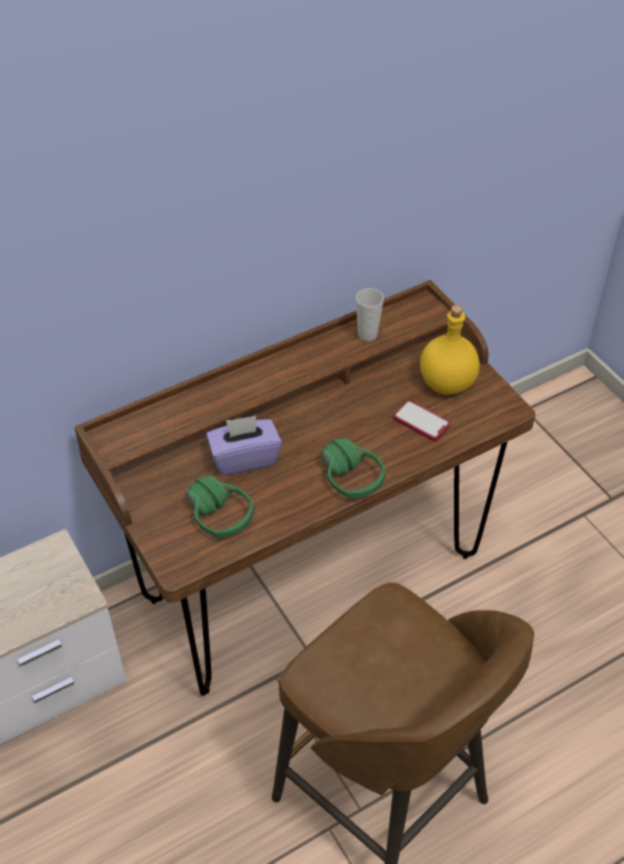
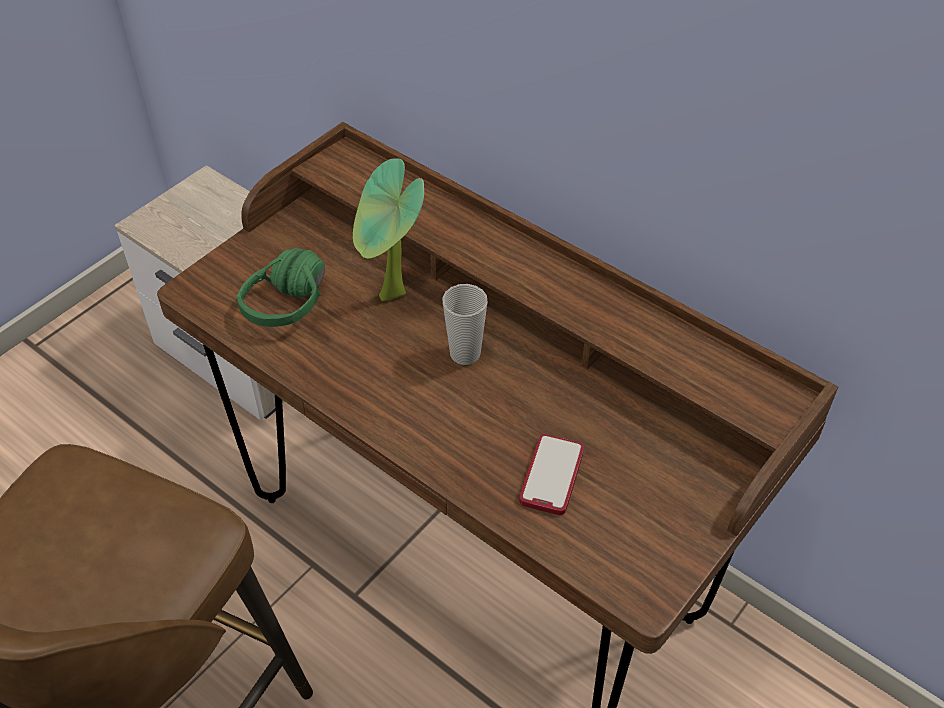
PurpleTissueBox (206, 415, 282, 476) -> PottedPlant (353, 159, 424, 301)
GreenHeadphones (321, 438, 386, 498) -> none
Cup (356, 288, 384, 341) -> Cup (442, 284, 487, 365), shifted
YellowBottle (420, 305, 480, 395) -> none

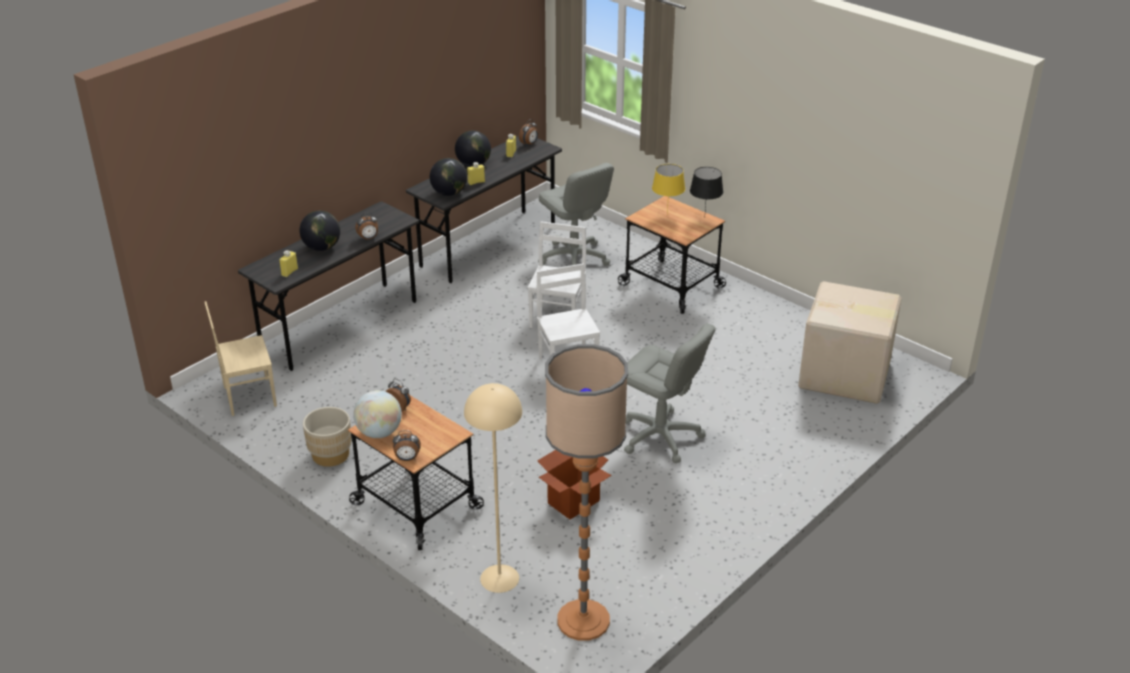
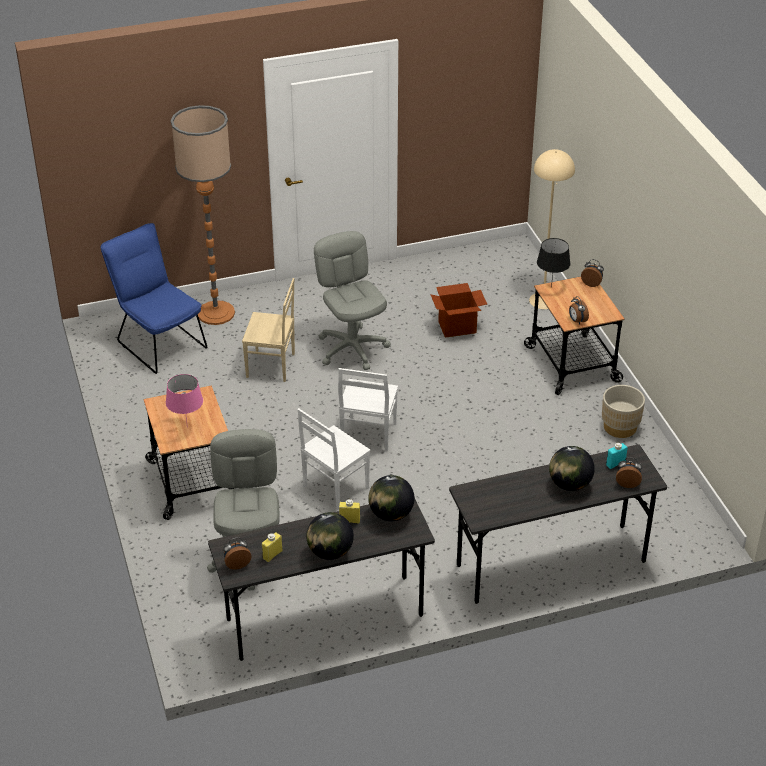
BeigeChair (205, 301, 277, 416) -> BeigeChair (242, 278, 295, 382), shifted
YellowBottle (279, 250, 298, 277) -> TurquoiseBottle (606, 443, 628, 469)
Globe (353, 390, 402, 438) -> none
AlarmClock (355, 212, 378, 240) -> AlarmClock (616, 457, 642, 488), shifted
FloorLamp (545, 344, 628, 641) -> FloorLamp (171, 105, 235, 325), shifted
YellowTableLamp (652, 164, 685, 215) -> PinkTableLamp (166, 374, 203, 422)
BlackTableLamp (690, 167, 723, 210) -> BlackTableLamp (537, 238, 570, 288), shifted
CardboardBox (798, 281, 902, 404) -> BlueChair (101, 223, 207, 374)

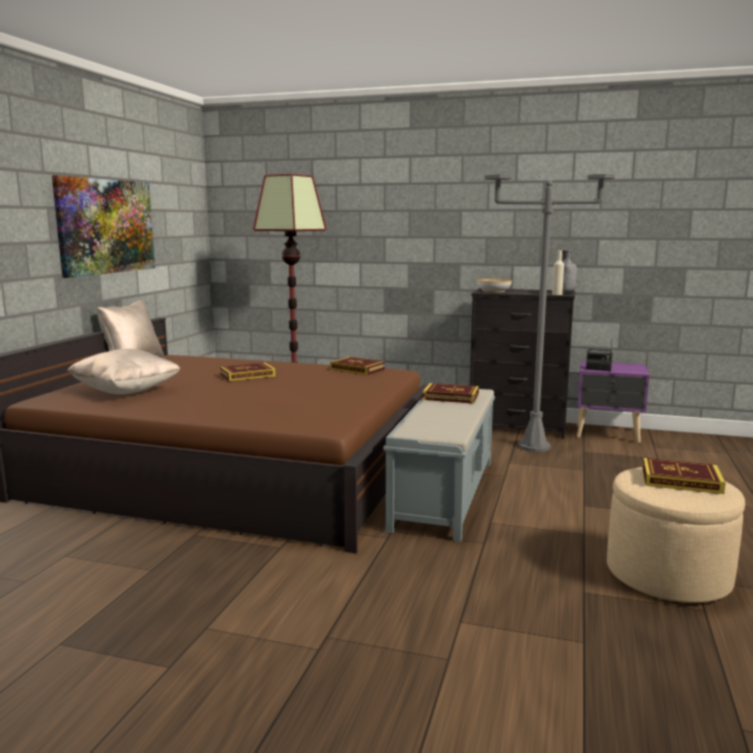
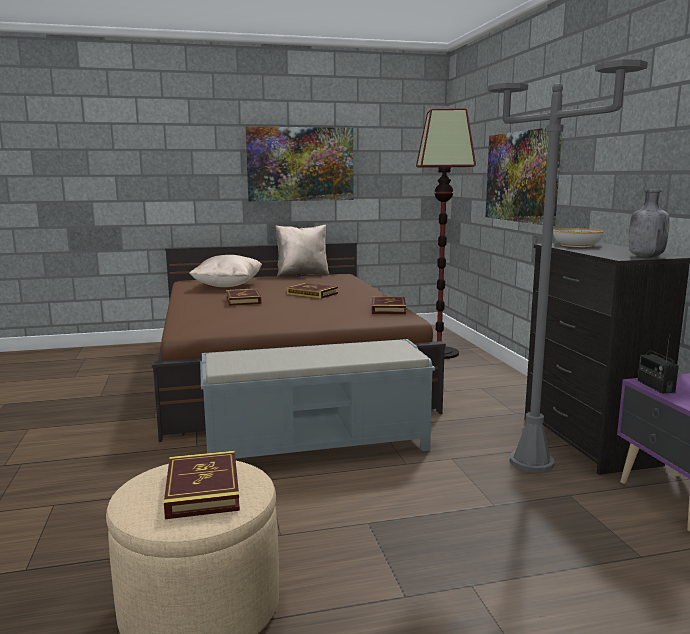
Book (422, 383, 479, 404) -> Book (226, 289, 262, 306), shifted
BeigeBottle (552, 251, 564, 295) -> none
none -> Picture (485, 128, 562, 226)

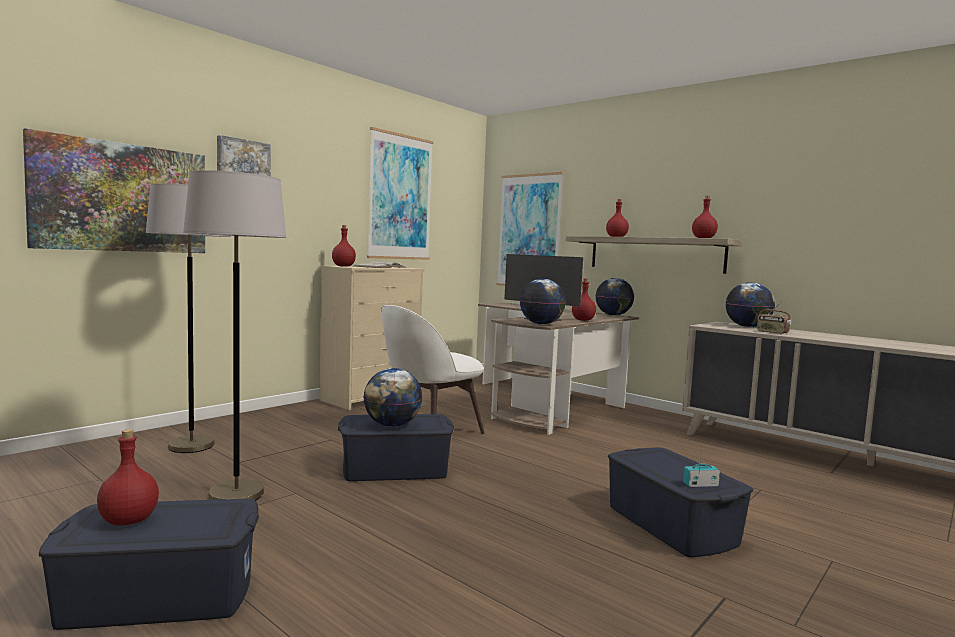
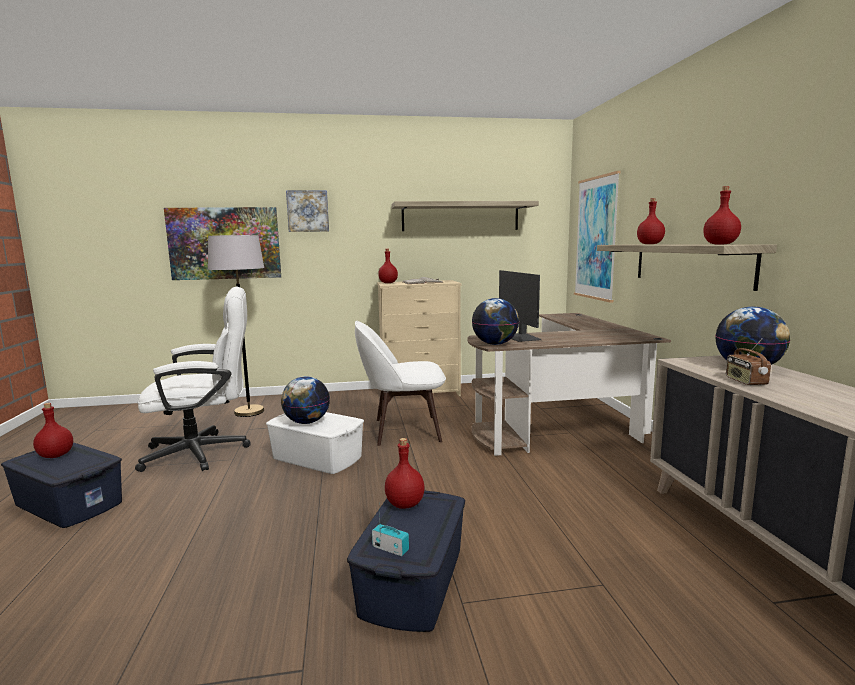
GreyFloorLamp (183, 170, 286, 500) -> WhiteOfficeChair (135, 287, 251, 472)
BlueStorageBox (338, 414, 454, 481) -> WhiteStorageBox (266, 412, 364, 474)
Picture (367, 127, 433, 260) -> Shelf (391, 201, 539, 231)
RedBottle (572, 279, 596, 321) -> RedBottle (385, 438, 425, 509), shifted
Globe (595, 278, 634, 316) -> none

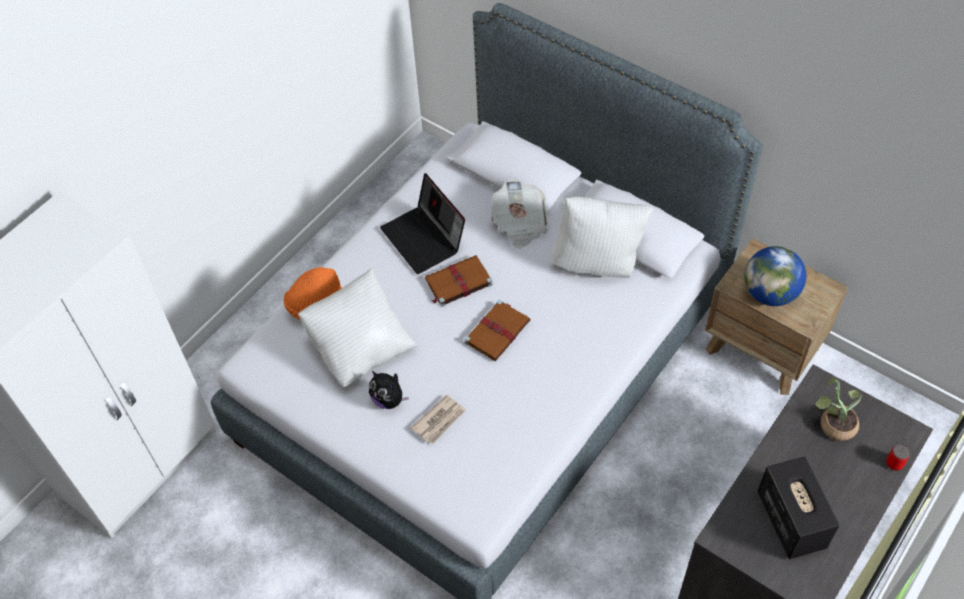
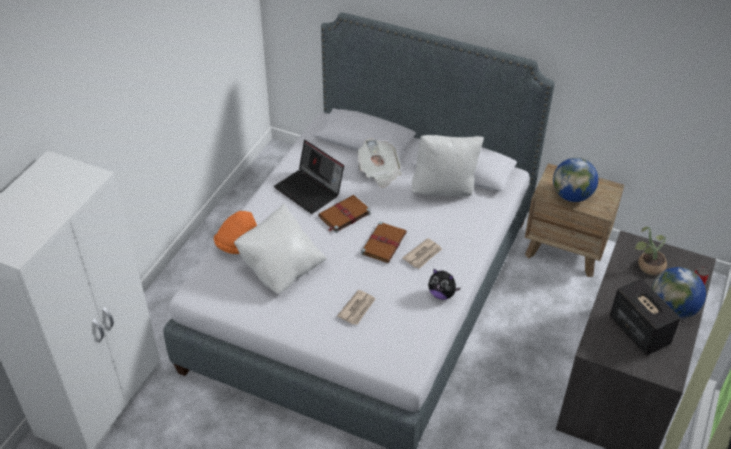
PlushToy (369, 371, 409, 409) -> PlushToy (428, 268, 461, 300), shifted
none -> Newspaper (402, 238, 442, 269)
none -> Globe (652, 267, 706, 319)

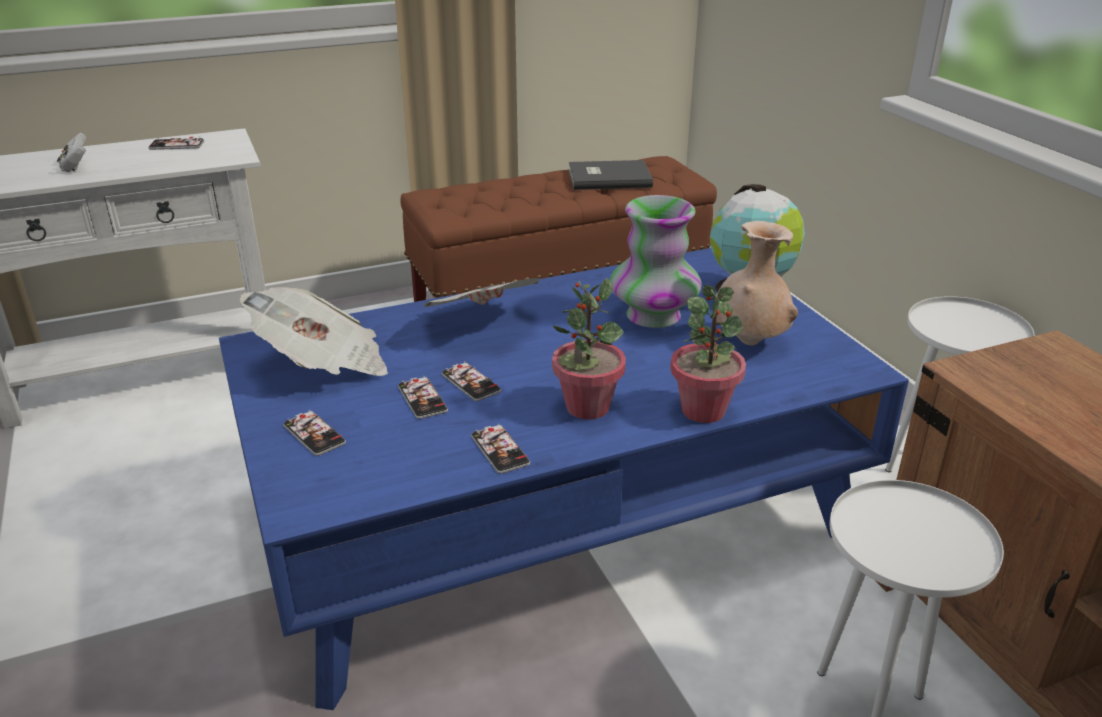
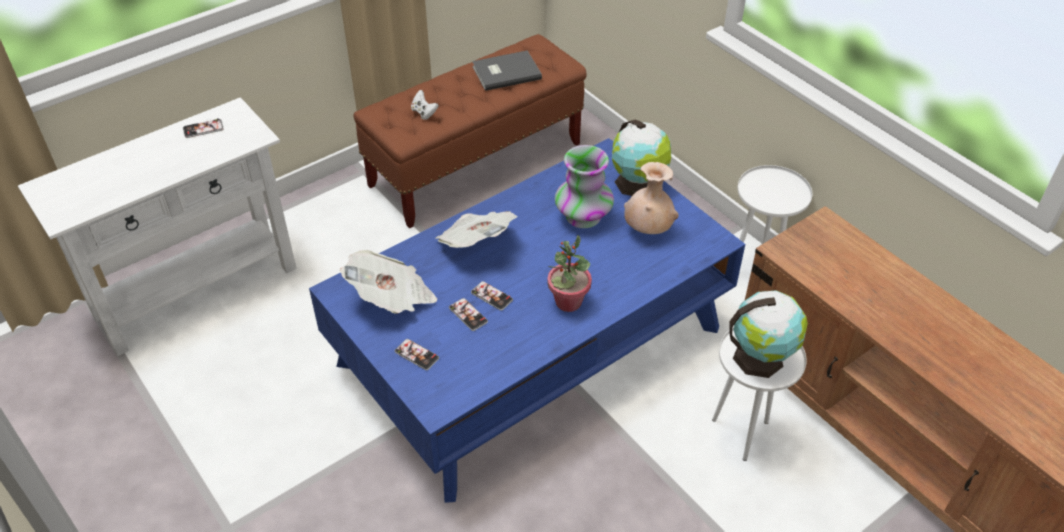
WhiteGameController (57, 133, 86, 172) -> WhiteGameController (411, 90, 439, 120), shifted
Phone (471, 424, 530, 474) -> none
PottedPlant (670, 285, 746, 423) -> none
none -> Globe (729, 290, 808, 378)

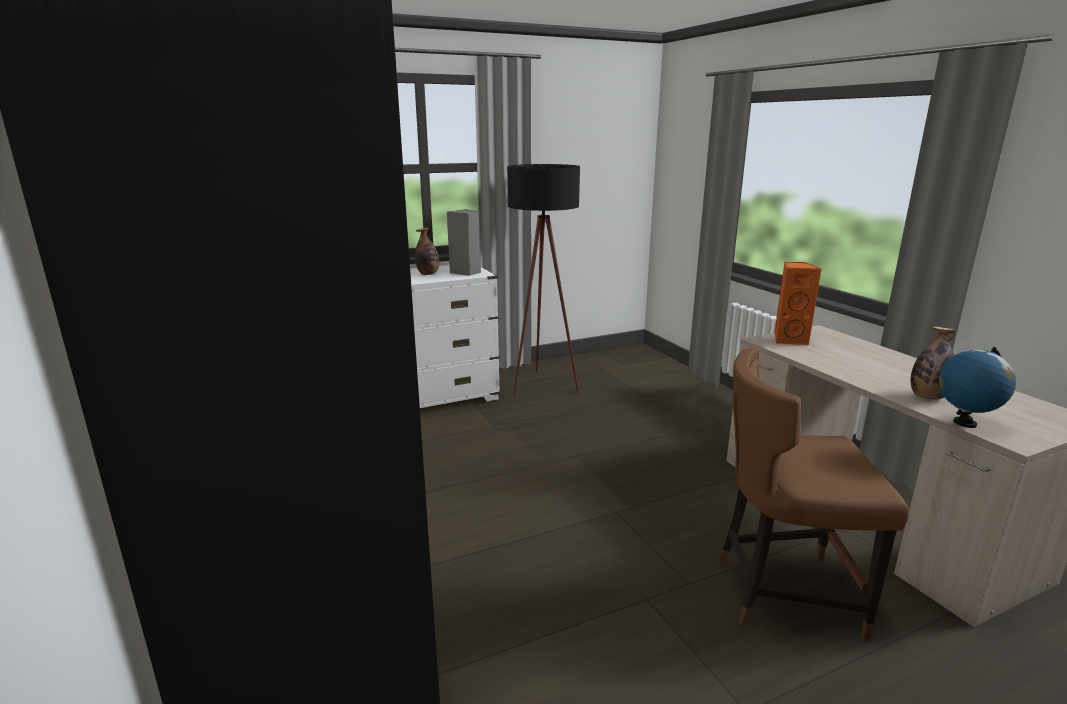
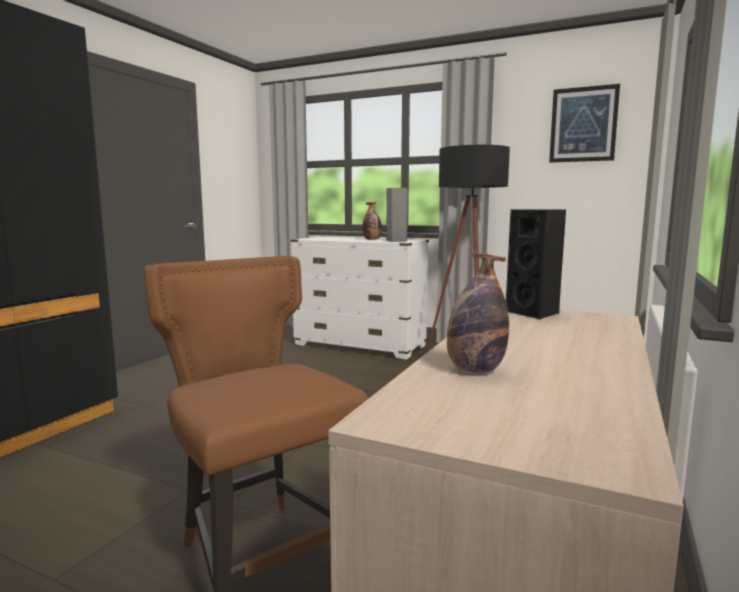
OrangeSpeaker (774, 262, 821, 345) -> BlackSpeaker (506, 209, 566, 319)
Globe (939, 347, 1016, 428) -> none
none -> Picture (549, 84, 620, 163)

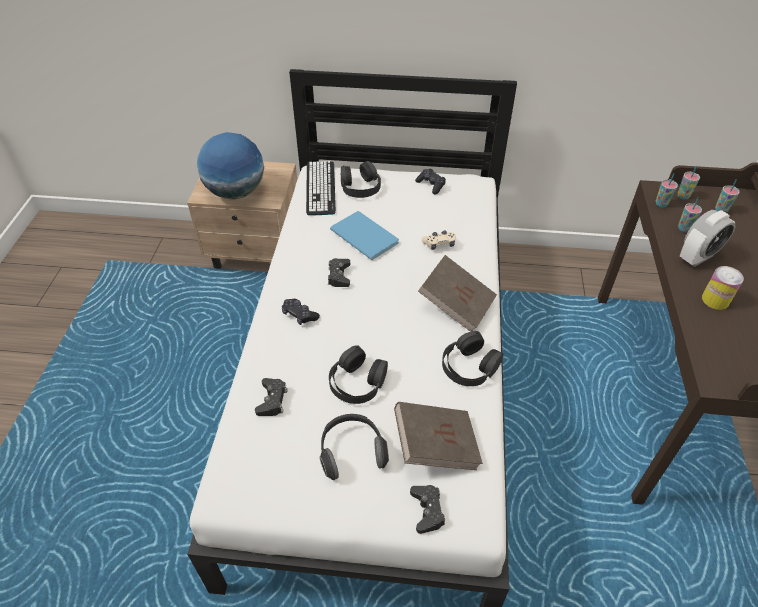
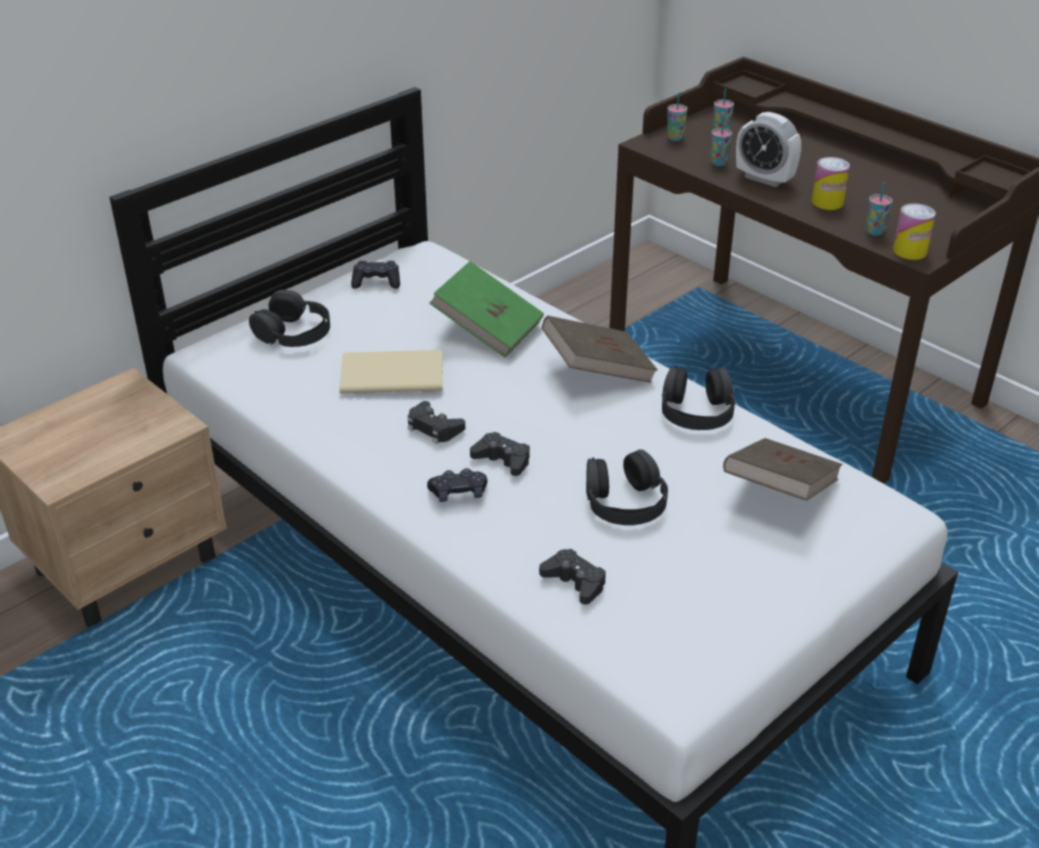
Globe (197, 132, 264, 199) -> none
Keyboard (306, 161, 336, 216) -> none
Headphones (320, 414, 389, 480) -> none
BlueBook (330, 211, 399, 260) -> BeigeBook (339, 350, 443, 393)
BlackGameController (410, 485, 445, 534) -> BlackGameController (470, 432, 530, 476), shifted
BeigeGameController (422, 230, 456, 250) -> GreenBook (429, 261, 544, 358)
Cup (656, 173, 678, 208) -> Cup (866, 182, 892, 236), shifted
AlarmClock (680, 210, 736, 267) -> AlarmClock (736, 112, 801, 187), 120 degrees clockwise
none -> Can (893, 203, 936, 260)

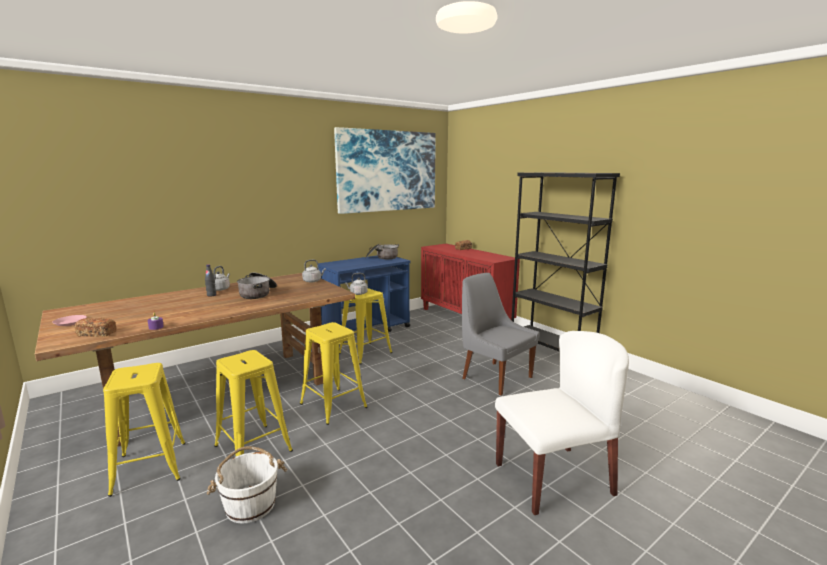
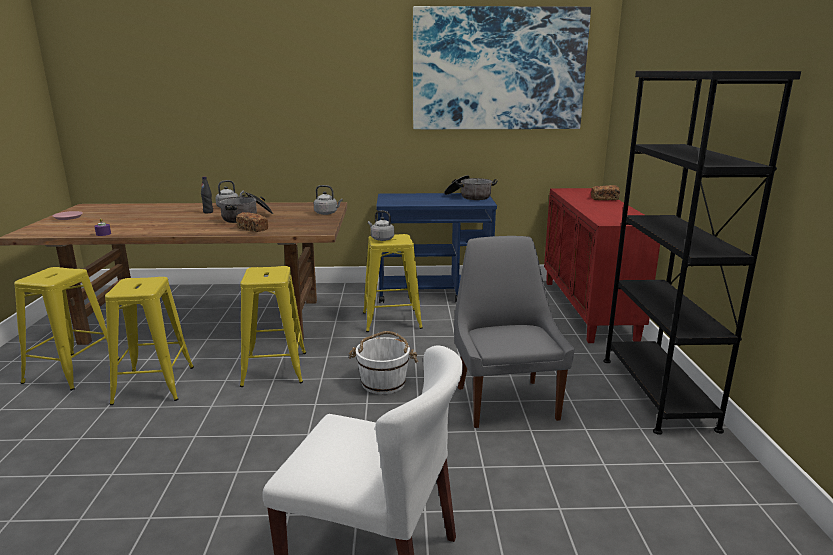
Bread (74, 318, 116, 337) -> Bread (236, 212, 268, 232), shifted
WhiteBucket (207, 446, 287, 524) -> WhiteBucket (349, 331, 418, 394), shifted

